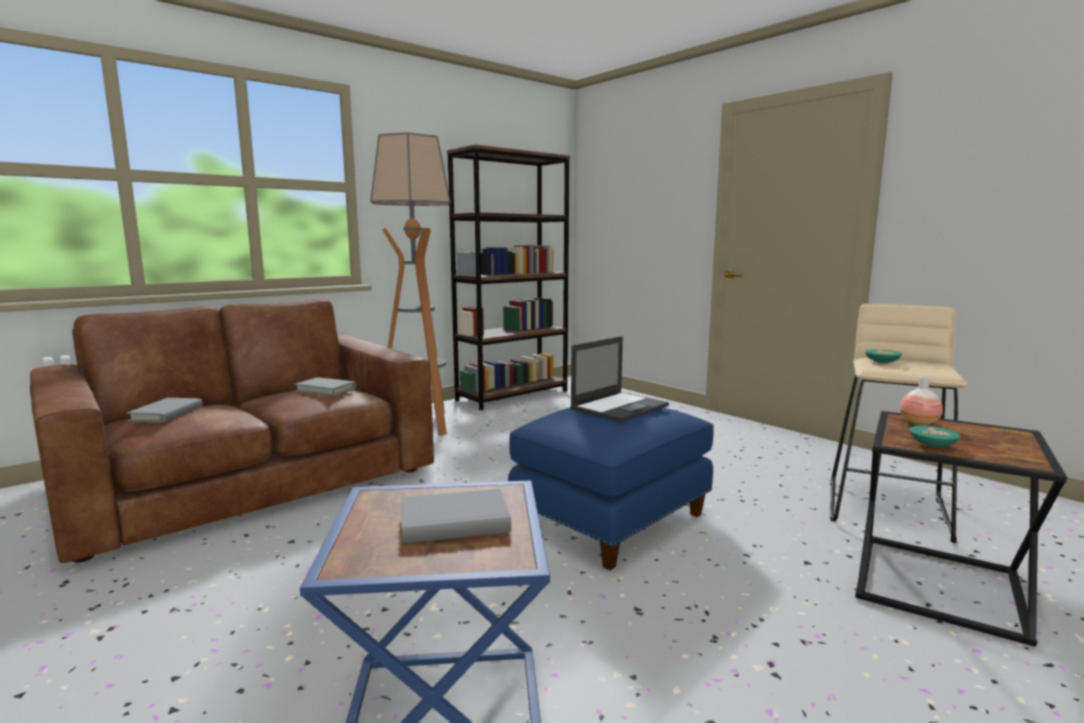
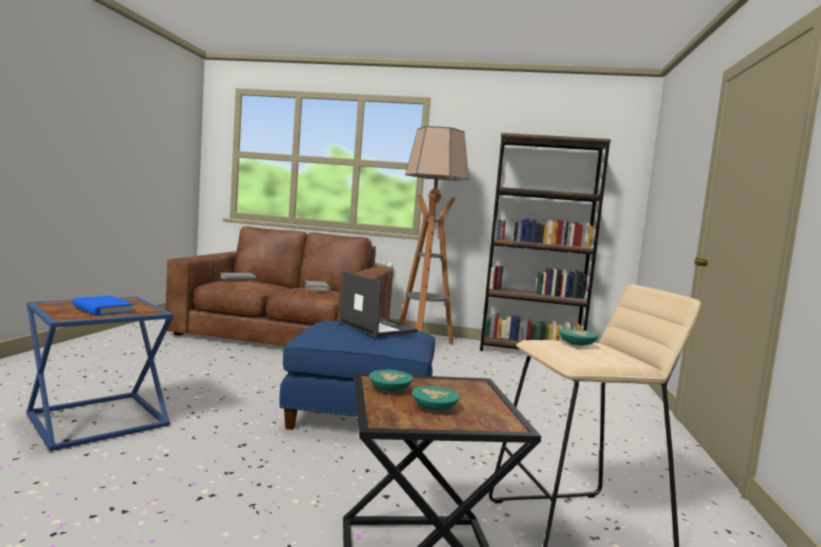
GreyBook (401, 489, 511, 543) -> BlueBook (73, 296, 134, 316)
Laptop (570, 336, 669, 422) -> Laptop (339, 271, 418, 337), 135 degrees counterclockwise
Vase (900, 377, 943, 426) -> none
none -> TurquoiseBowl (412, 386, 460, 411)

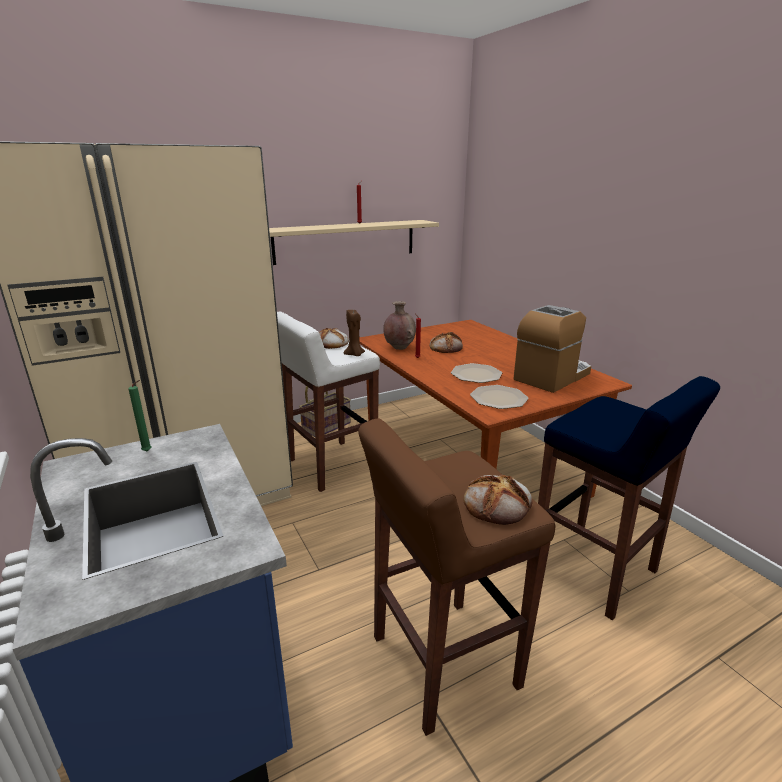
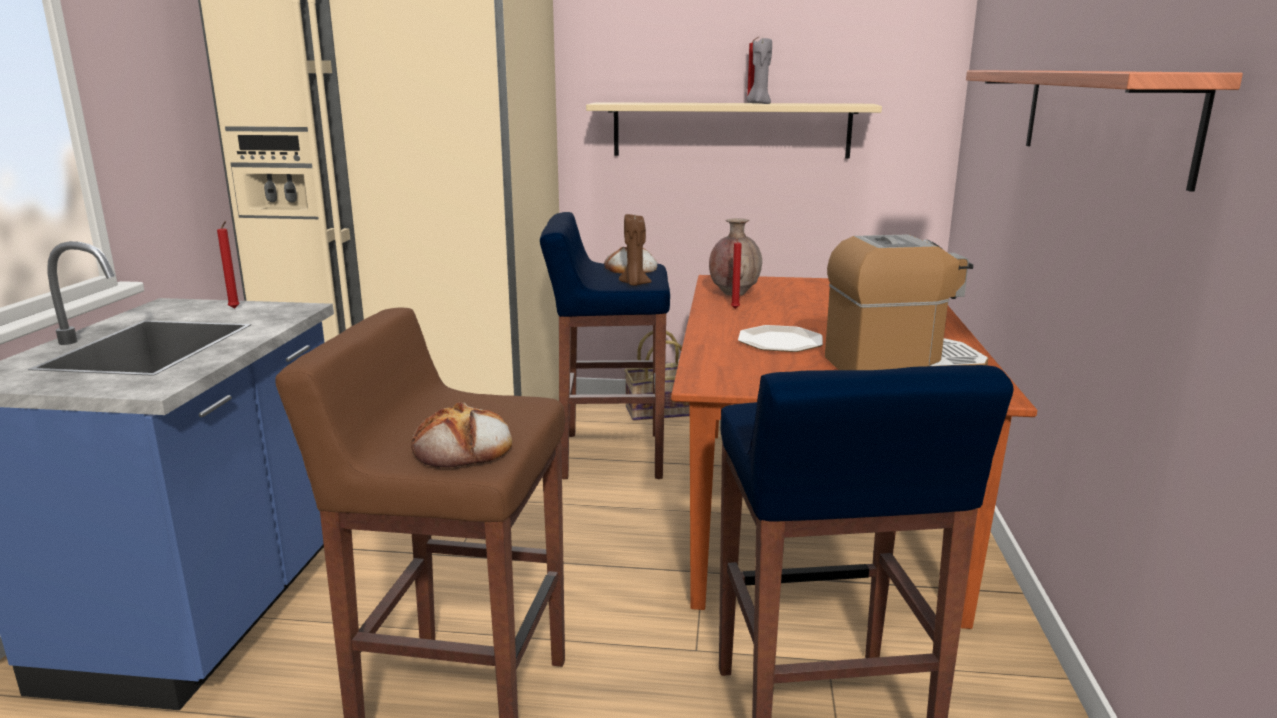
GreenCandle (128, 380, 151, 451) -> RedCandle (217, 221, 240, 309)
WhiteStool (277, 312, 380, 492) -> BlueStool (540, 212, 670, 479)
Bread (430, 332, 463, 353) -> none
Plate (470, 385, 529, 409) -> none
none -> GreyCandle (747, 38, 772, 104)
none -> Shelf (966, 71, 1243, 192)

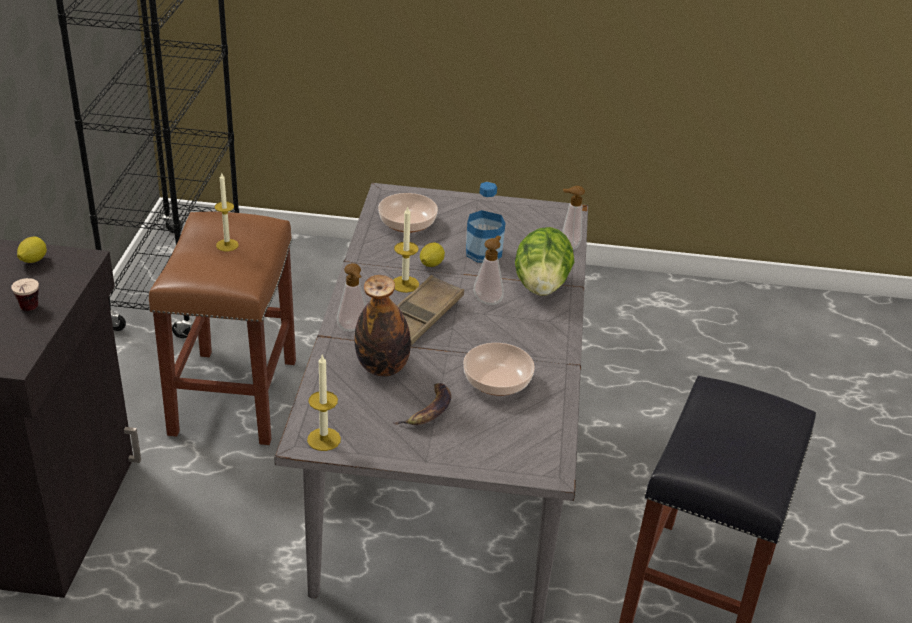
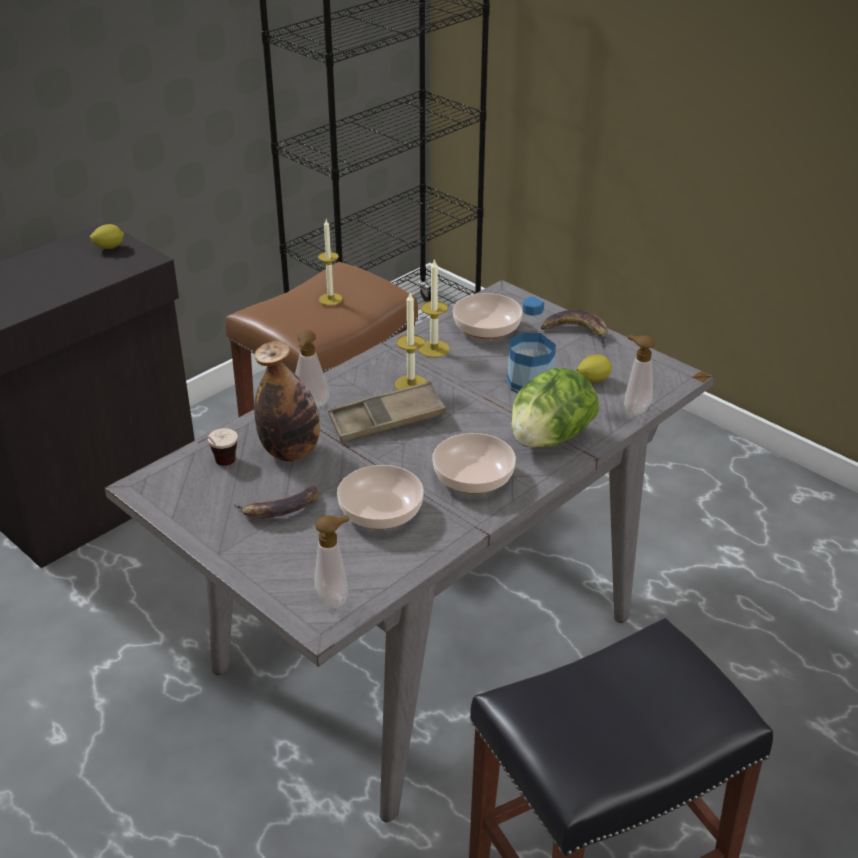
Cup (11, 278, 39, 311) -> Cup (197, 428, 238, 466), shifted
Candle (307, 355, 341, 451) -> Candle (419, 258, 450, 358), shifted
Lemon (420, 243, 445, 267) -> Lemon (577, 355, 612, 383), shifted
SoapDispenser (473, 235, 504, 305) -> SoapDispenser (315, 515, 349, 608), shifted
none -> Bowl (432, 433, 516, 494)
none -> Banana (541, 310, 608, 347)

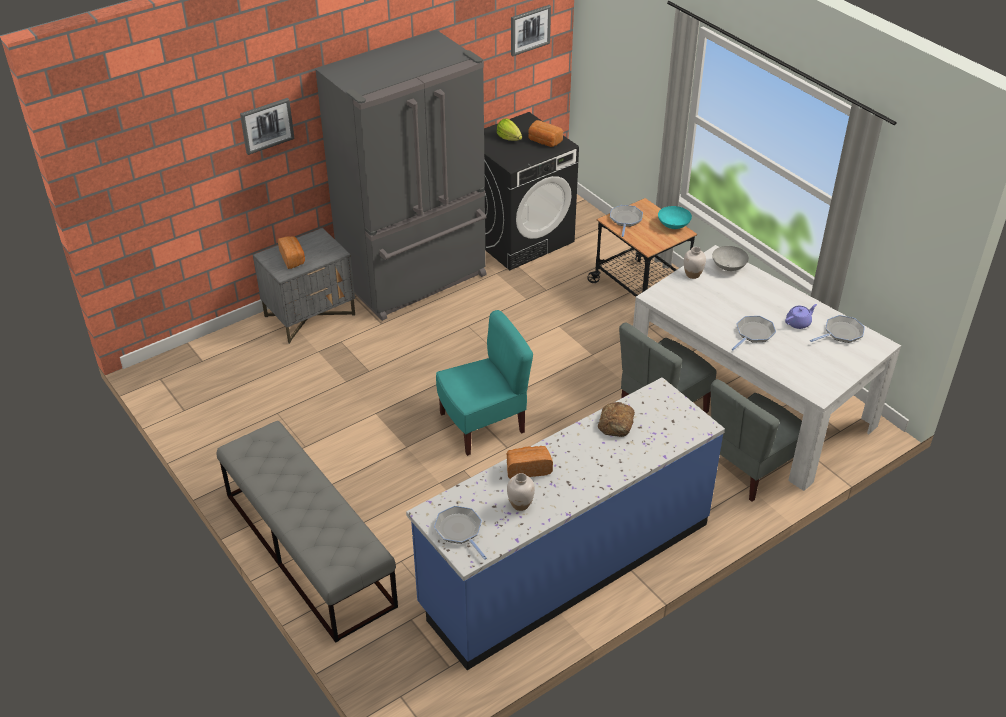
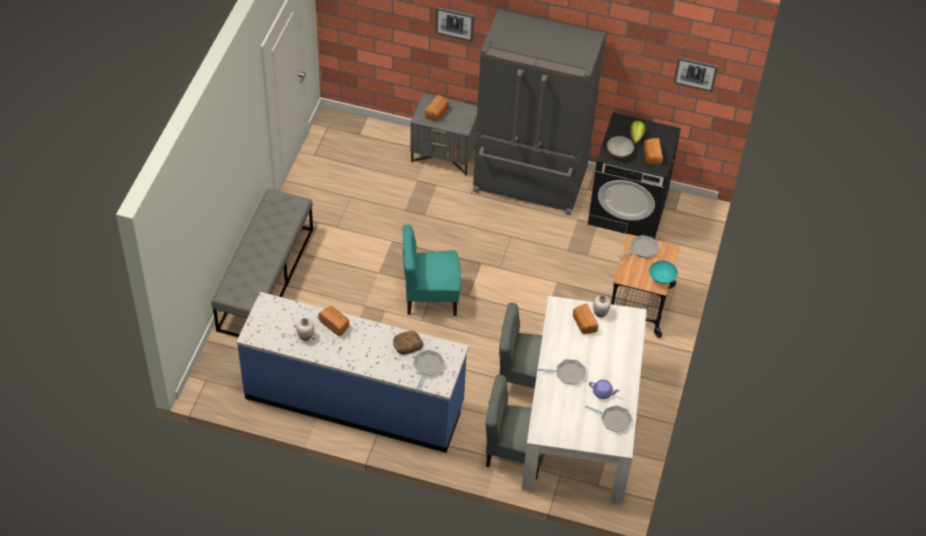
FryingPan (434, 506, 487, 560) -> FryingPan (413, 350, 445, 390), shifted
TurquoiseChair (436, 310, 533, 456) -> TurquoiseChair (403, 225, 461, 316), 150 degrees clockwise
GreyBowl (712, 246, 749, 271) -> GreyBowl (607, 136, 634, 158), shifted
none -> Bread (573, 303, 598, 334)

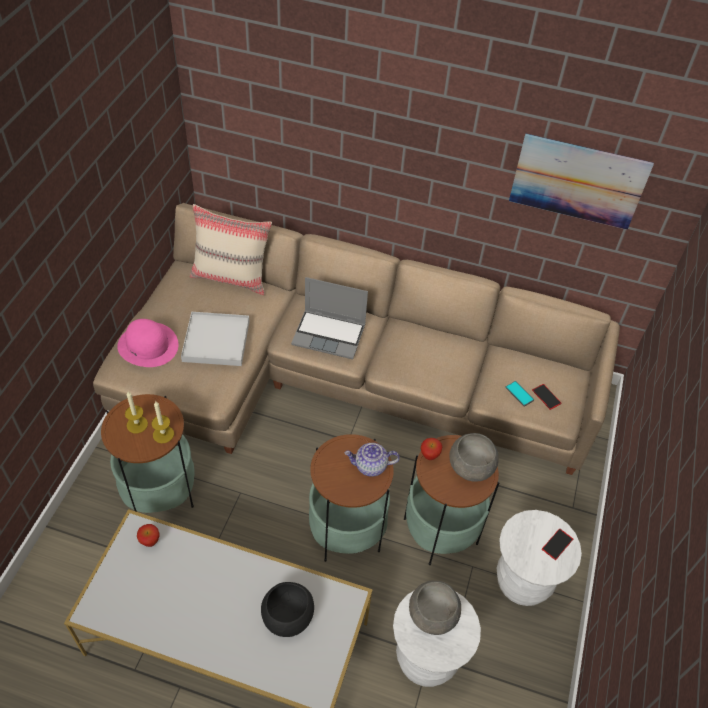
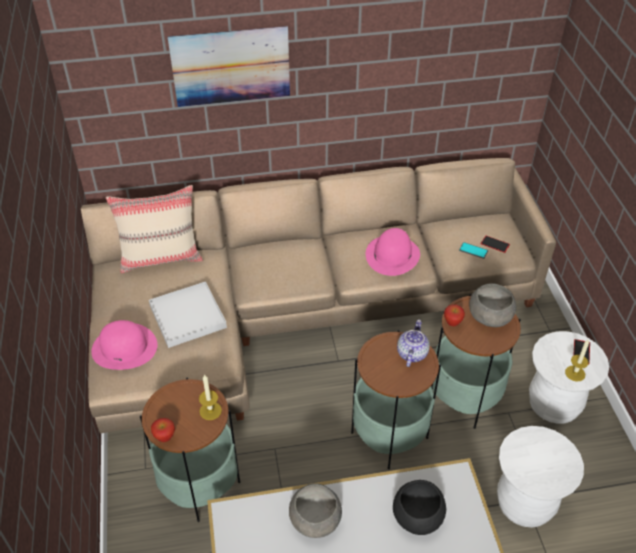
Candle (125, 391, 148, 433) -> Candle (565, 340, 589, 382), shifted
Apple (137, 524, 160, 547) -> Apple (151, 418, 175, 442), shifted
Laptop (291, 277, 368, 359) -> none
Teapot (344, 443, 400, 477) -> Teapot (397, 320, 430, 367), 135 degrees clockwise
GreyBowl (409, 581, 461, 635) -> GreyBowl (289, 483, 342, 538), shifted
Picture (509, 134, 654, 230) -> Picture (168, 26, 290, 107), shifted
none -> PinkHat (366, 228, 420, 276)

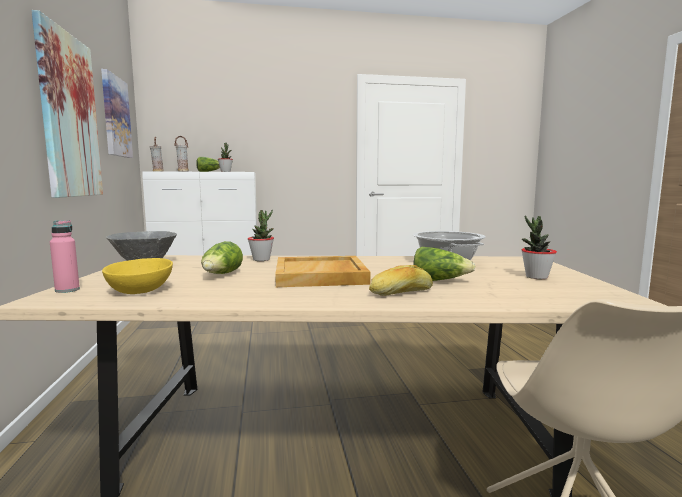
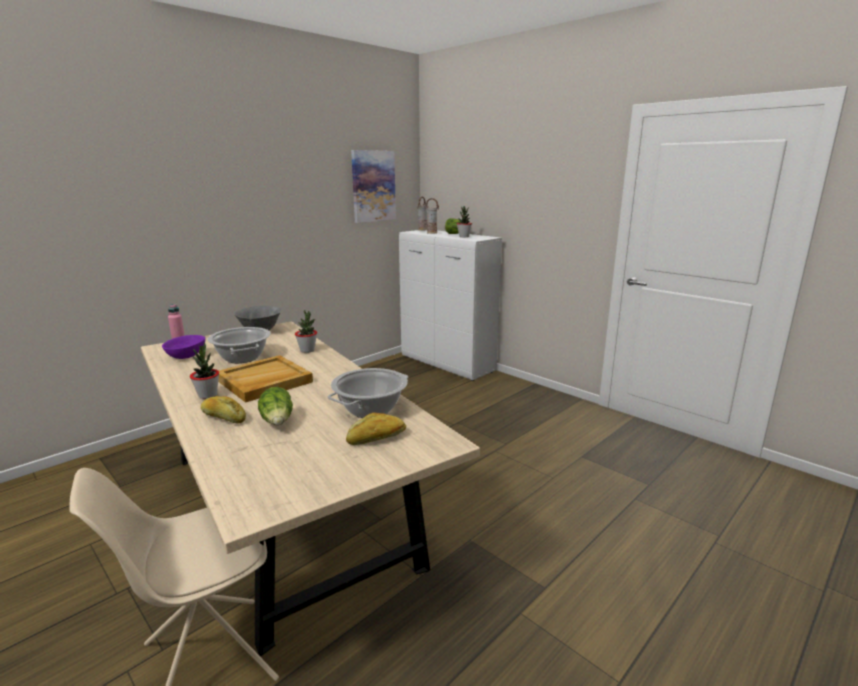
Picture (31, 10, 103, 198) -> none
YellowBowl (102, 258, 173, 294) -> PurpleBowl (162, 335, 205, 359)
Lettuce (201, 241, 243, 274) -> CookingPot (208, 327, 271, 363)
PottedPlant (522, 215, 557, 279) -> PottedPlant (190, 342, 219, 399), shifted
none -> Bread (346, 413, 406, 445)

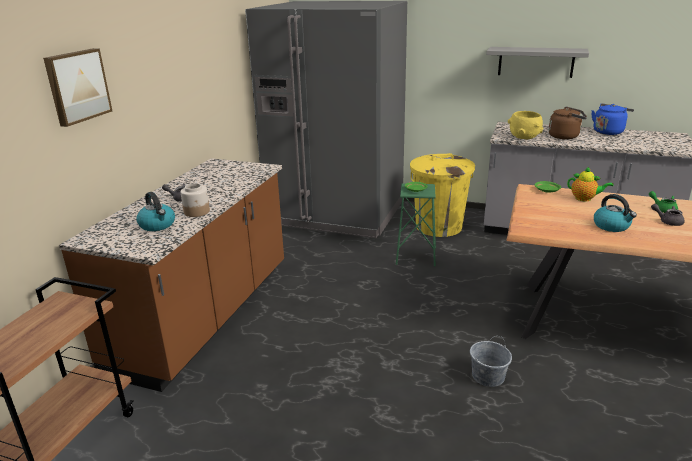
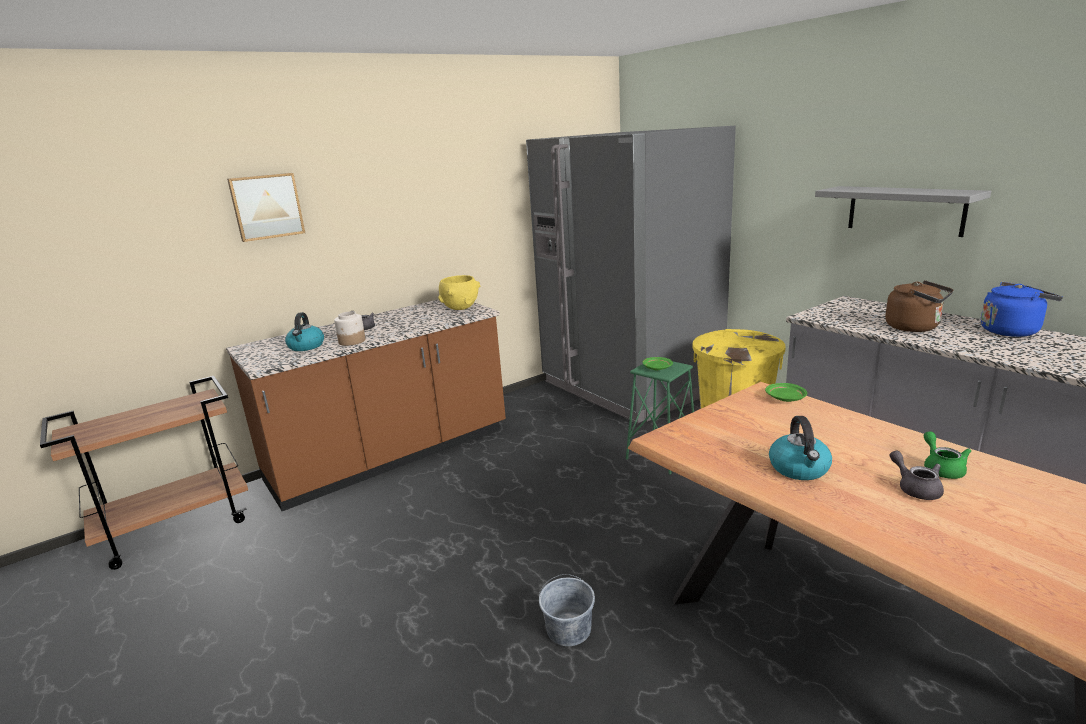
YellowBowl (508, 111, 543, 139) -> YellowBowl (438, 275, 481, 310), shifted
Teapot (567, 167, 613, 201) -> none

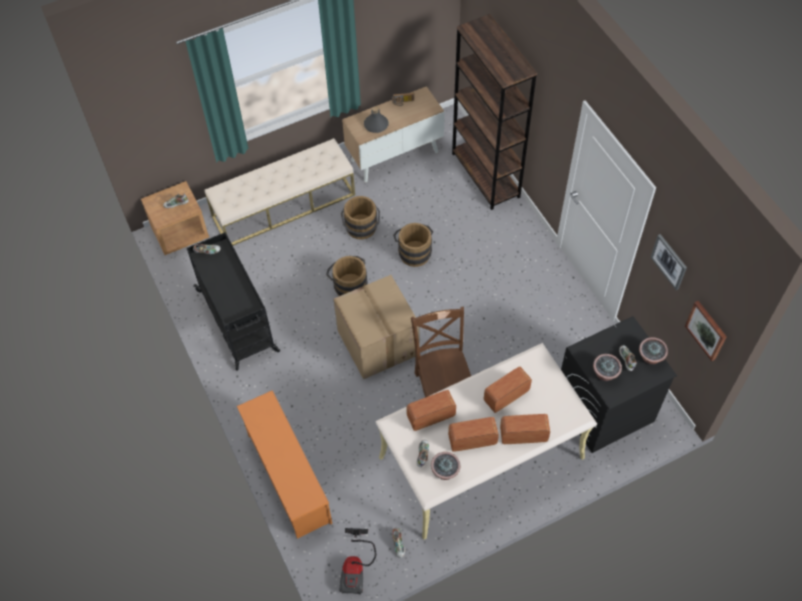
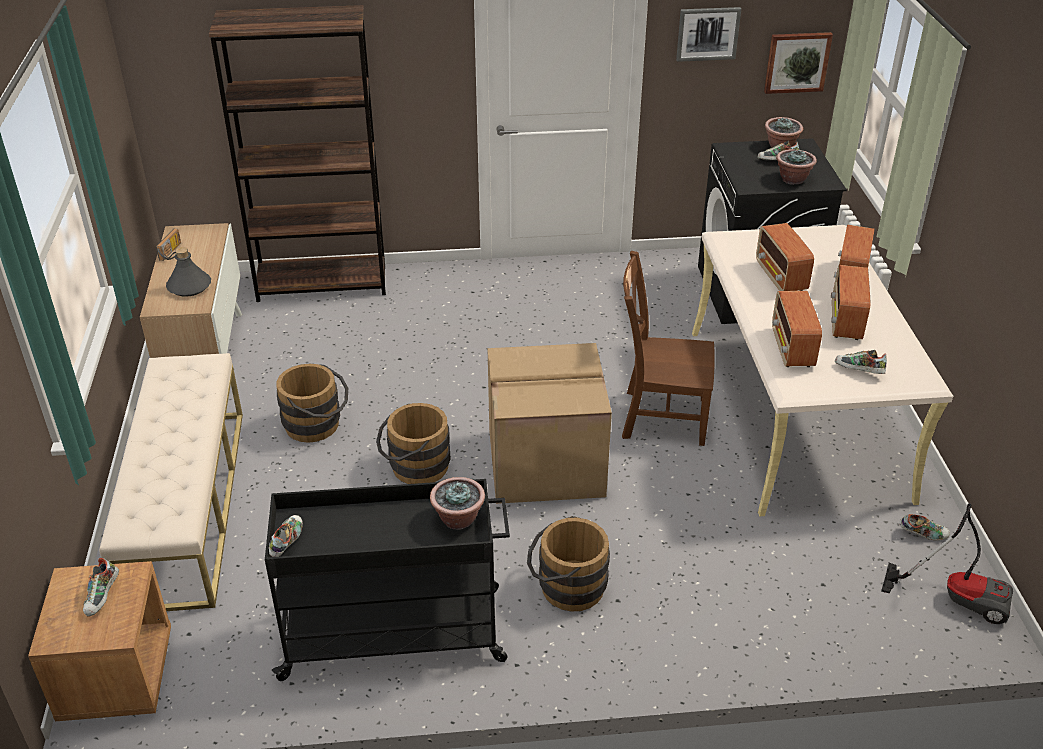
OrangeShoeRack (237, 390, 332, 539) -> none
BrownBucket (393, 223, 433, 267) -> BrownBucket (527, 516, 610, 612), shifted
PottedPlant (431, 452, 460, 480) -> PottedPlant (430, 477, 485, 530), shifted

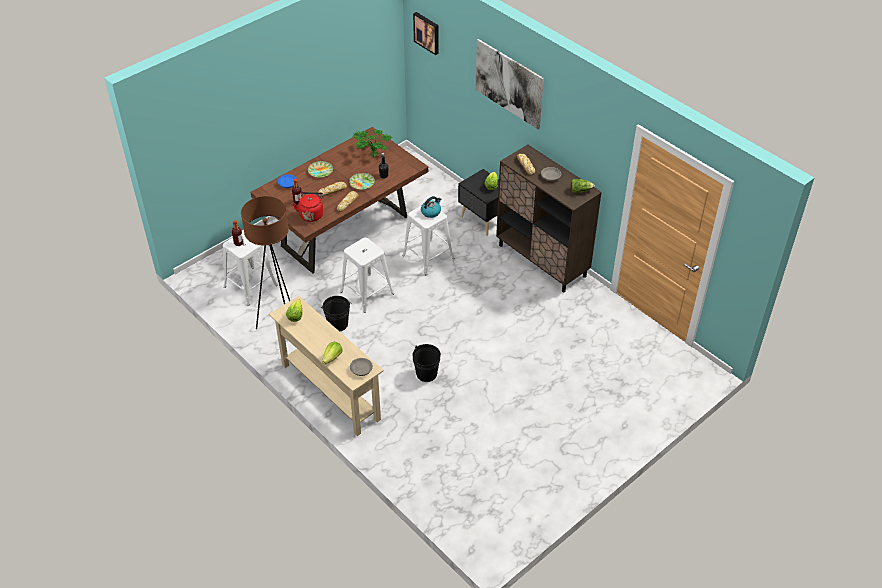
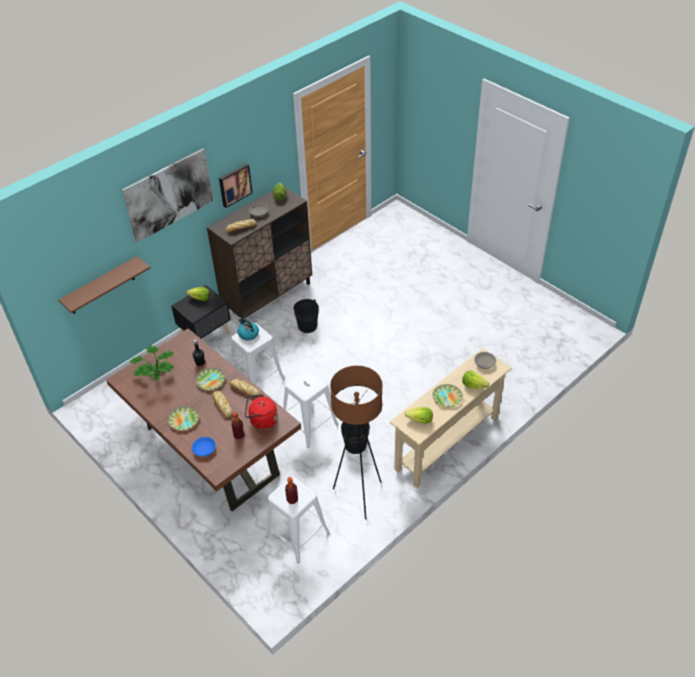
BlackBucket (412, 344, 441, 382) -> BlackBucket (294, 299, 319, 333), shifted
Picture (413, 12, 439, 55) -> Picture (219, 163, 253, 208), shifted
none -> BrownShelf (59, 256, 150, 314)
none -> Plate (432, 384, 463, 407)

